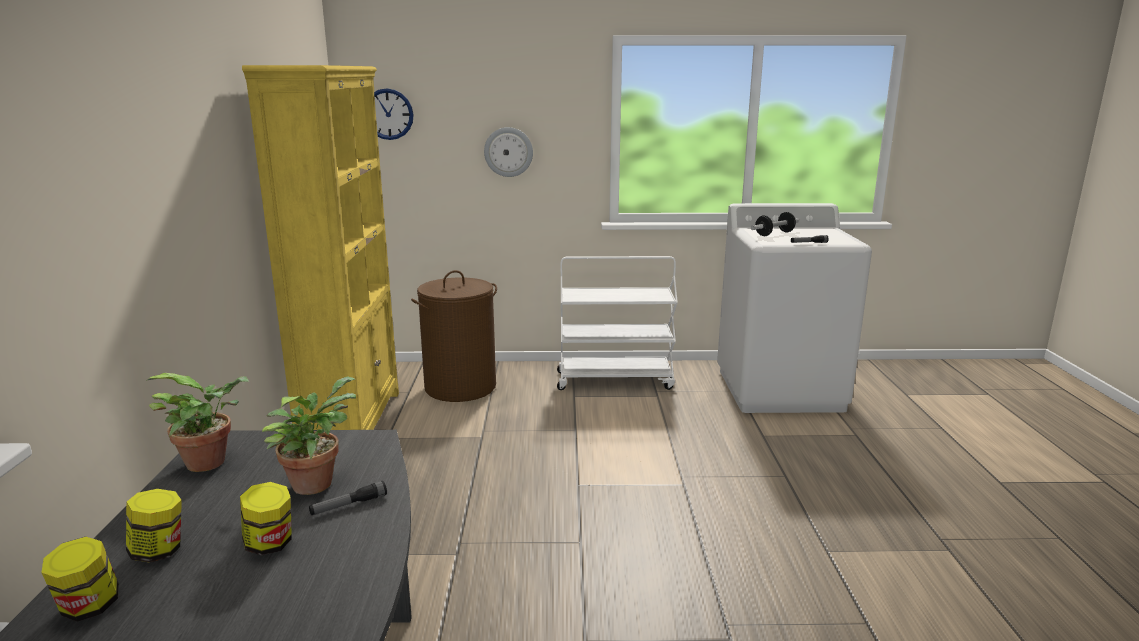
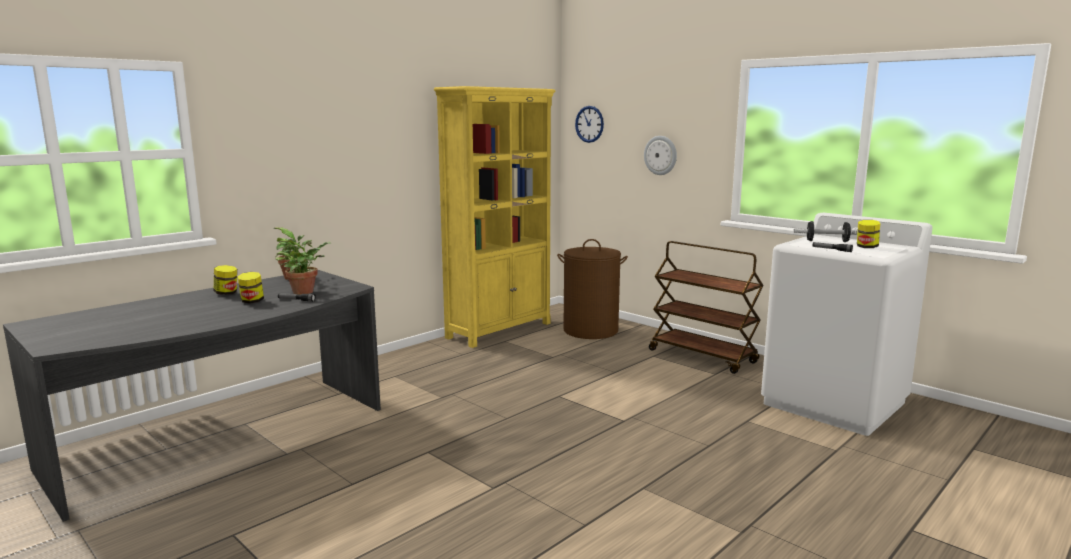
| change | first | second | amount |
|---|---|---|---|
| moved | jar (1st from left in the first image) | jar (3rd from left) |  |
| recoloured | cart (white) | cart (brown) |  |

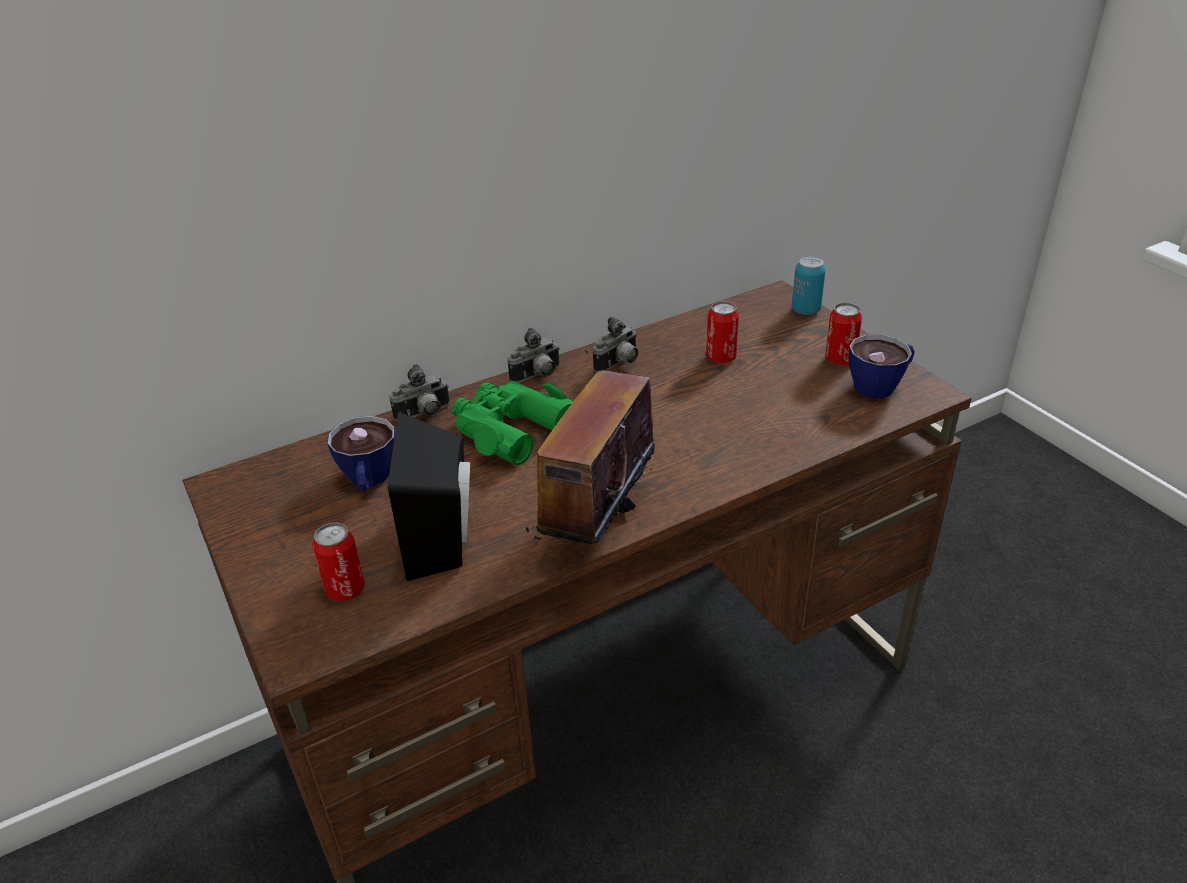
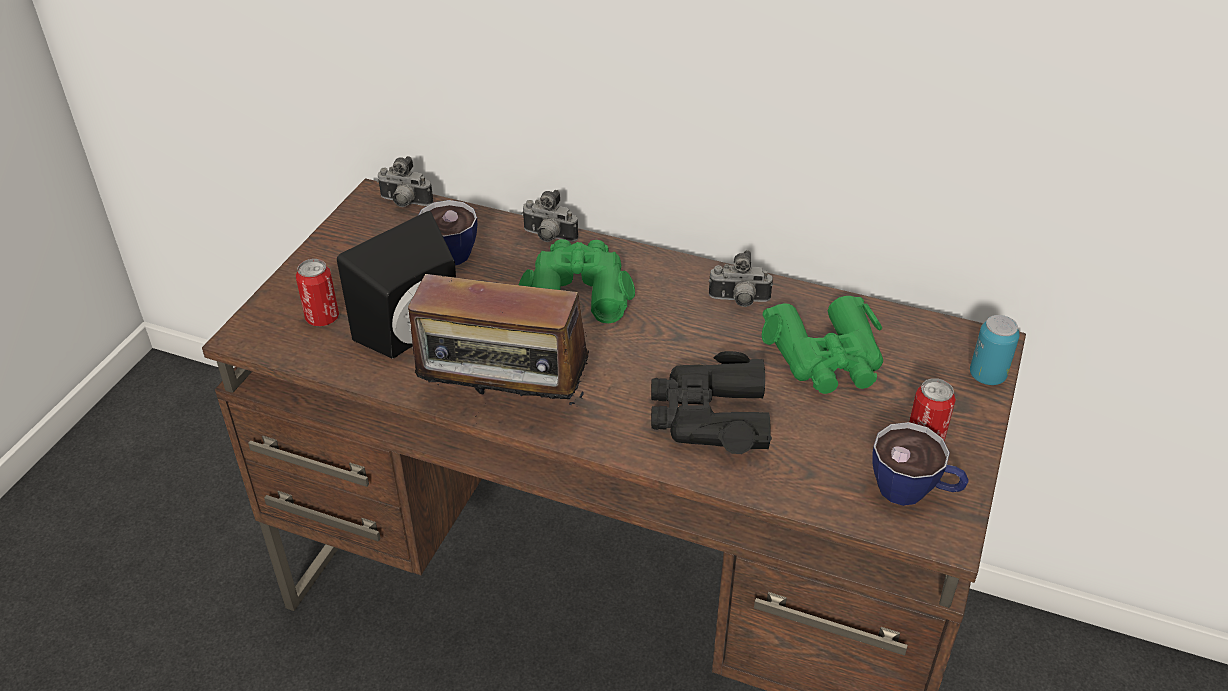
| change | first | second | amount |
|---|---|---|---|
| moved | photo camera (2nd from left in the first image) | photo camera (1st from left) |  |
| turned | radio |  | 150 degrees counterclockwise |
| replaced | can (2nd from left) | binoculars (green) (2nd from left) |  |
| added |  | binoculars (black) |  |

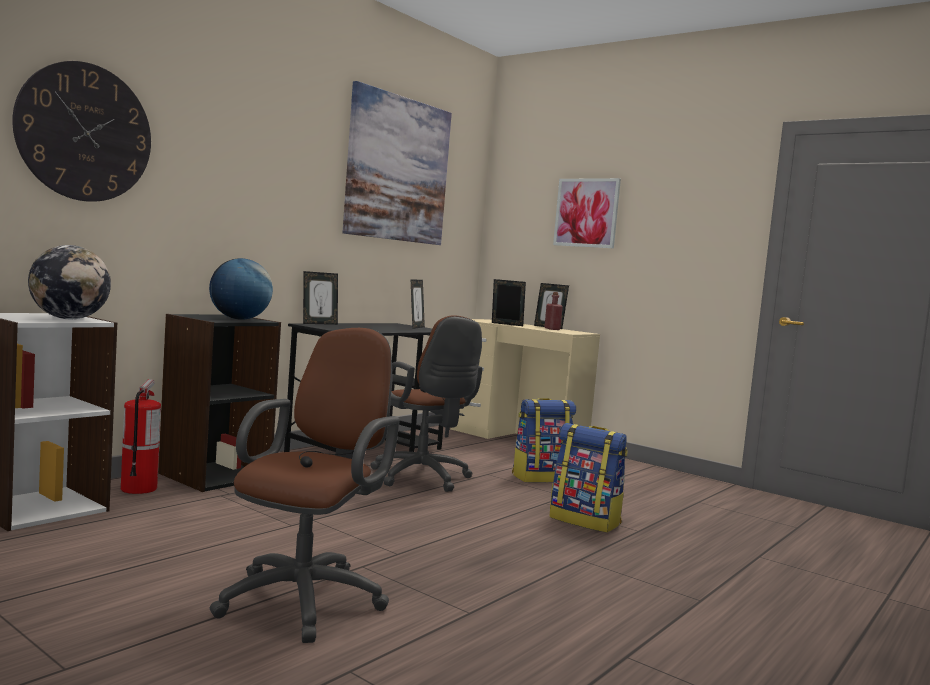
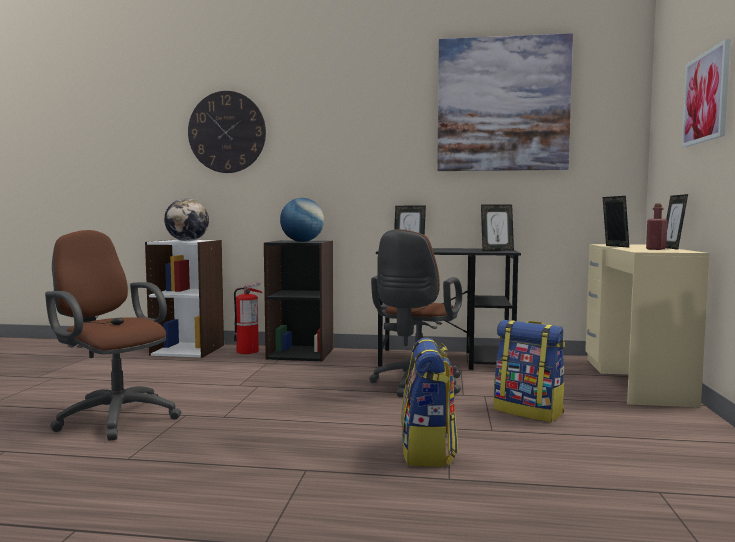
| change | first | second | amount |
|---|---|---|---|
| turned | office chair (brown) (1st from left) |  | 135 degrees counterclockwise |

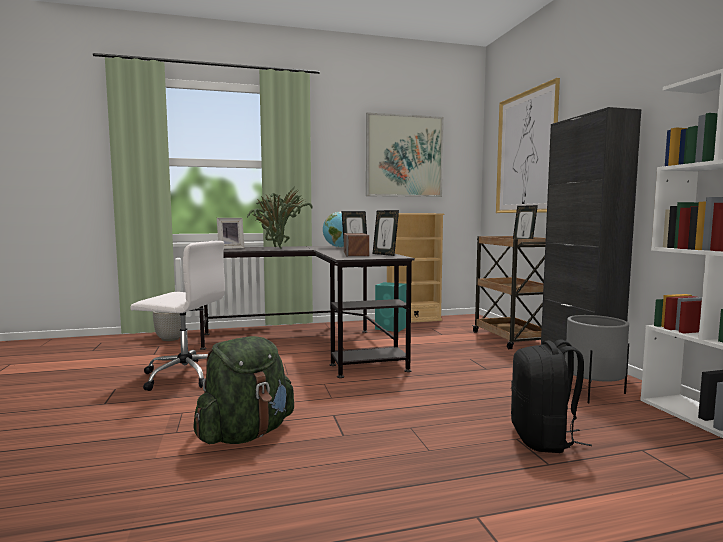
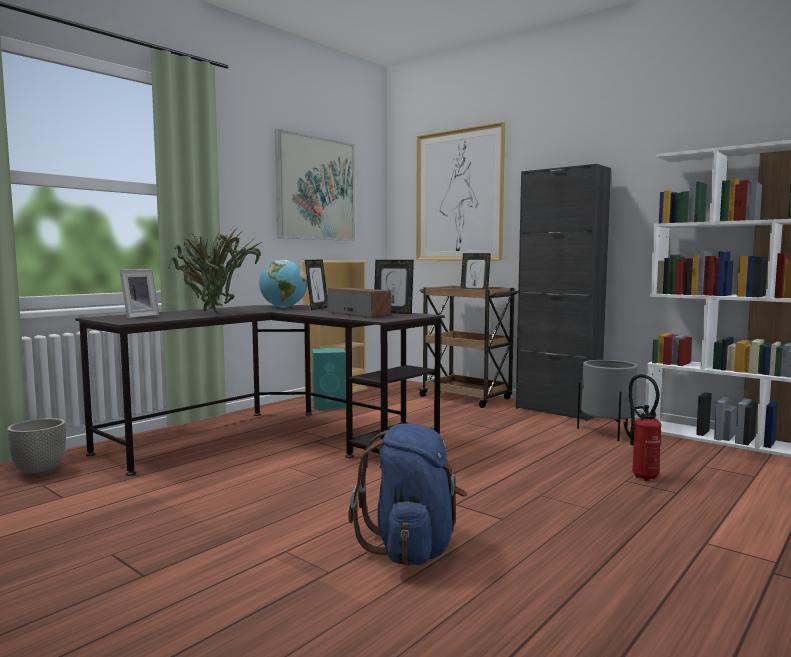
| change | first | second | amount |
|---|---|---|---|
| removed | office chair (white) |  |  |
| recoloured | backpack (green) | backpack (blue) |  |
| replaced | backpack (black) | fire extinguisher |  |

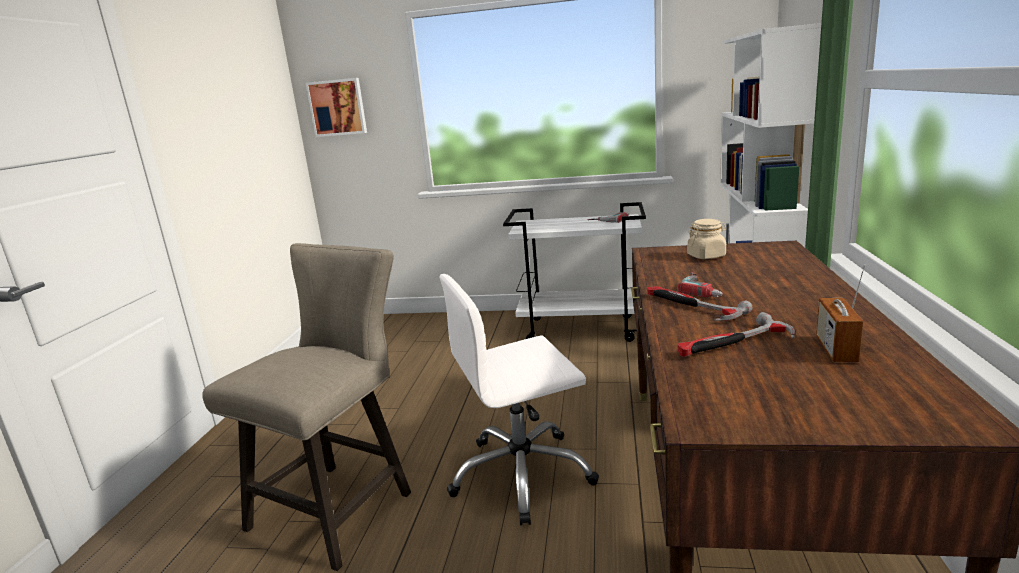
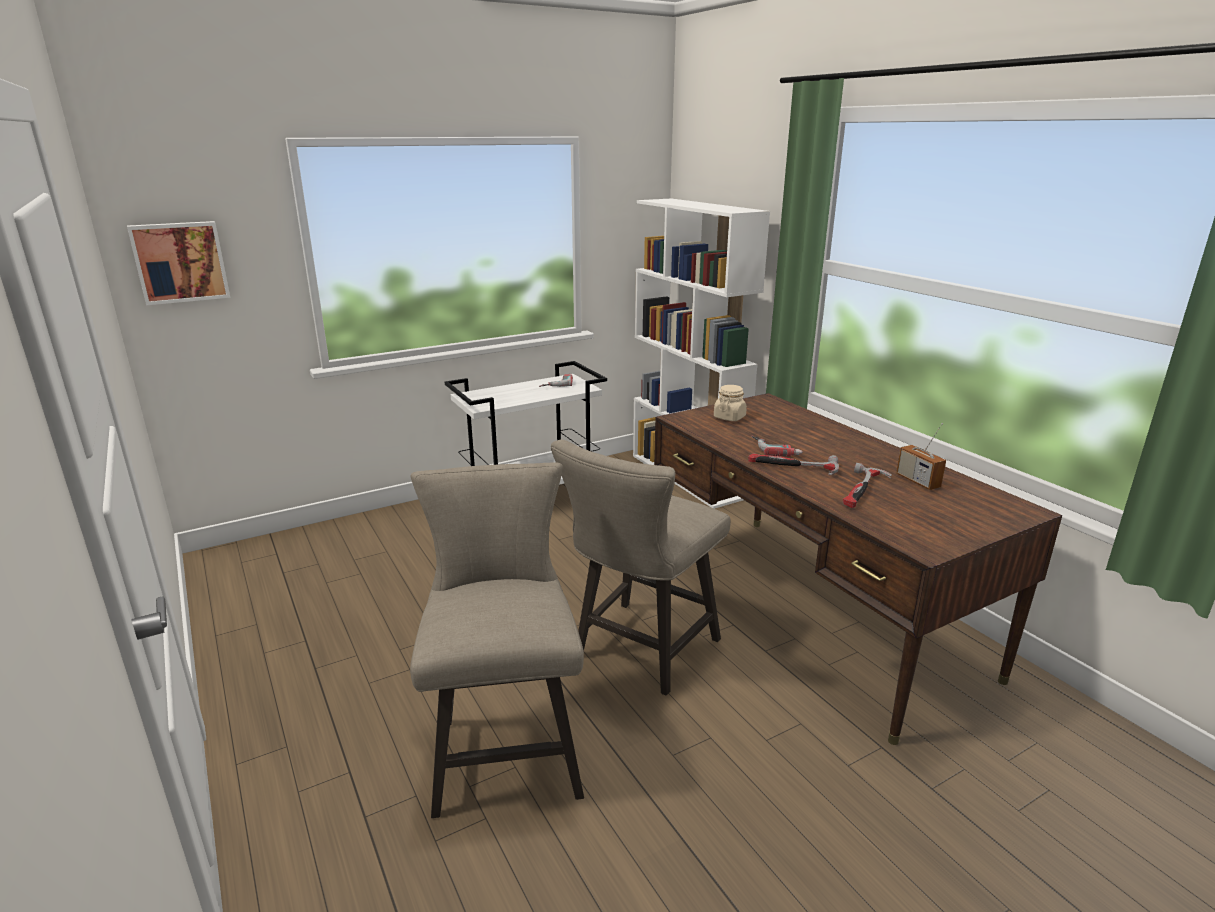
| change | first | second | amount |
|---|---|---|---|
| replaced | office chair (white) | stool (beige) (2nd from left) |  |

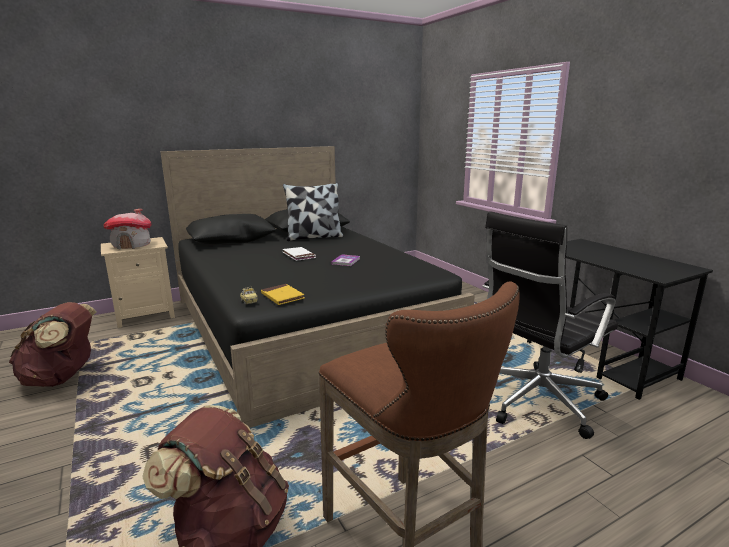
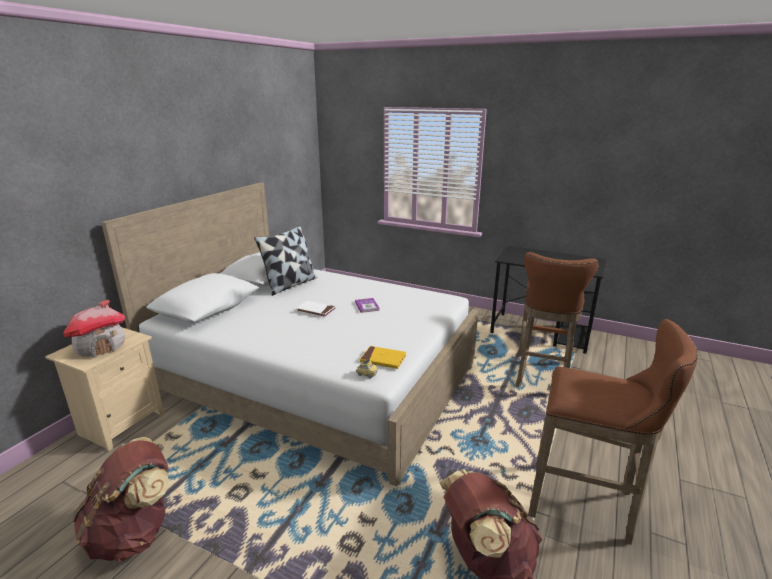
| change | first | second | amount |
|---|---|---|---|
| recoloured | bed (black) | bed (white) |  |
| replaced | office chair (black) | stool (brown) (1st from left) |  |

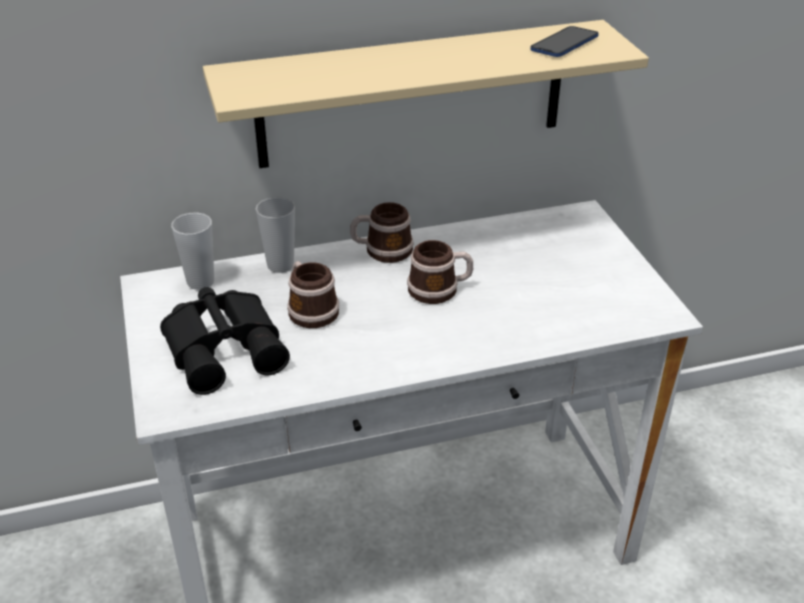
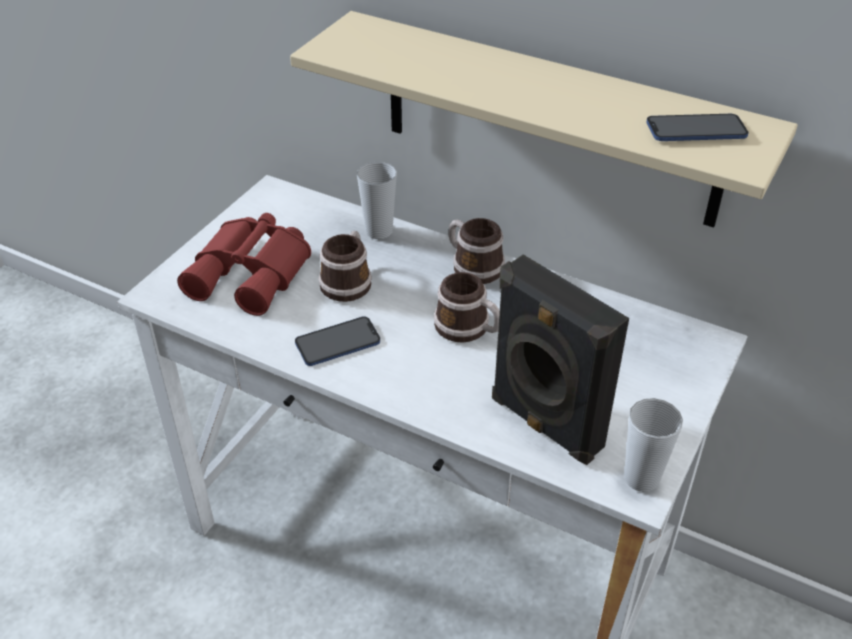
| change | first | second | amount |
|---|---|---|---|
| recoloured | binoculars (black) | binoculars (red) |  |
| moved | cup (1st from left in the first image) | cup (2nd from left) |  |
| added |  | phone (1st from left) |  |
| added |  | speaker (black) |  |

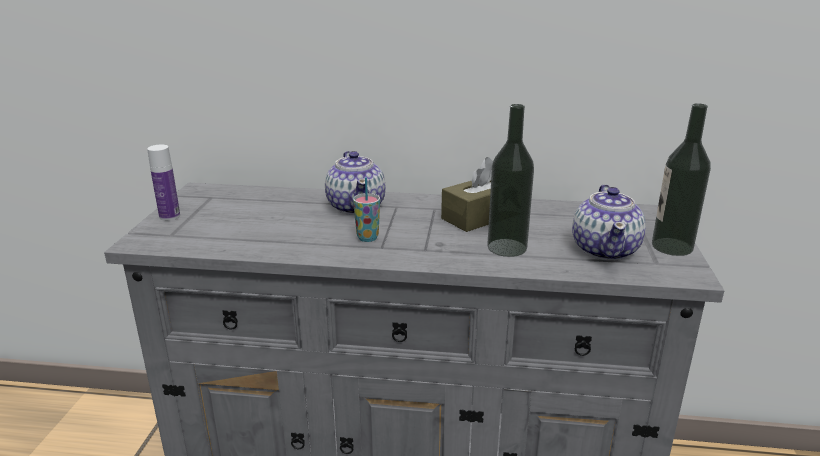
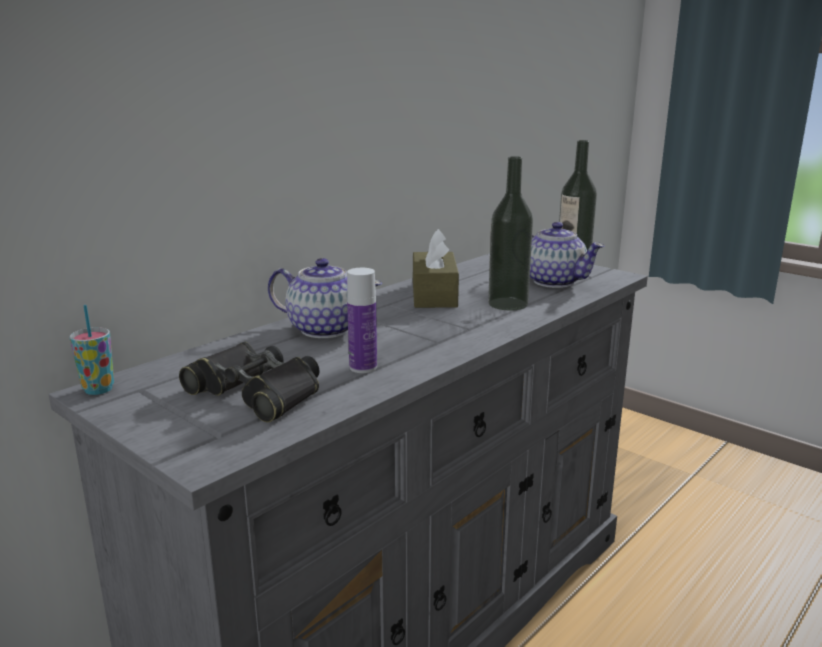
| change | first | second | amount |
|---|---|---|---|
| moved | bottle (1st from left) |  |  |
| moved | cup |  |  |
| added |  | binoculars (black) |  |

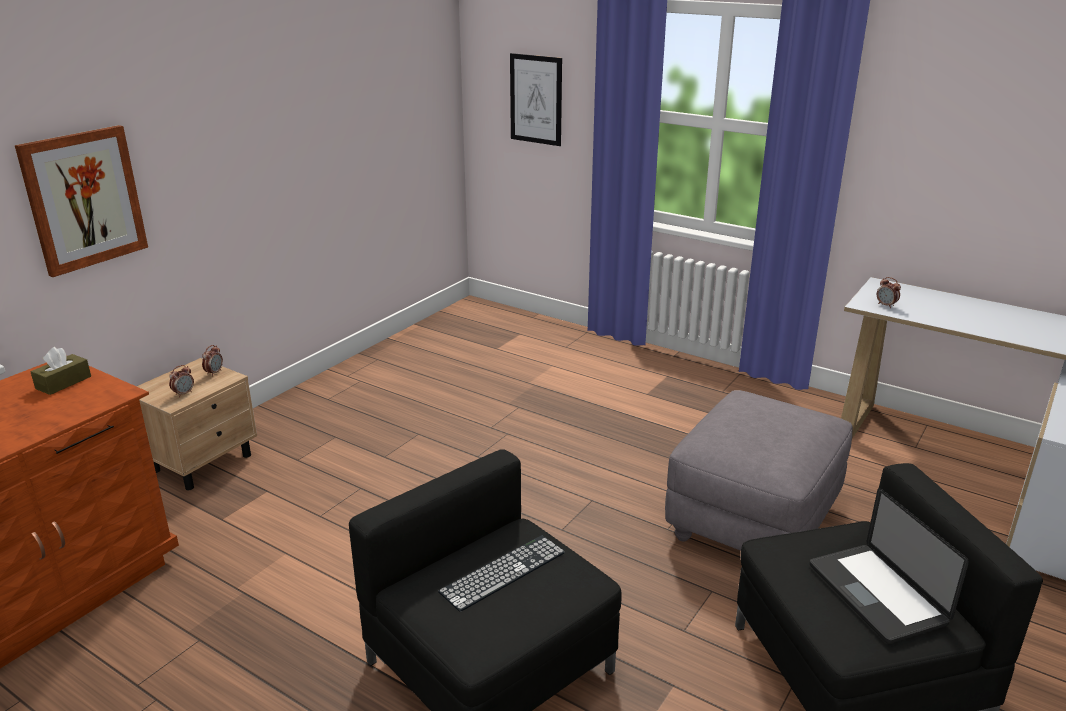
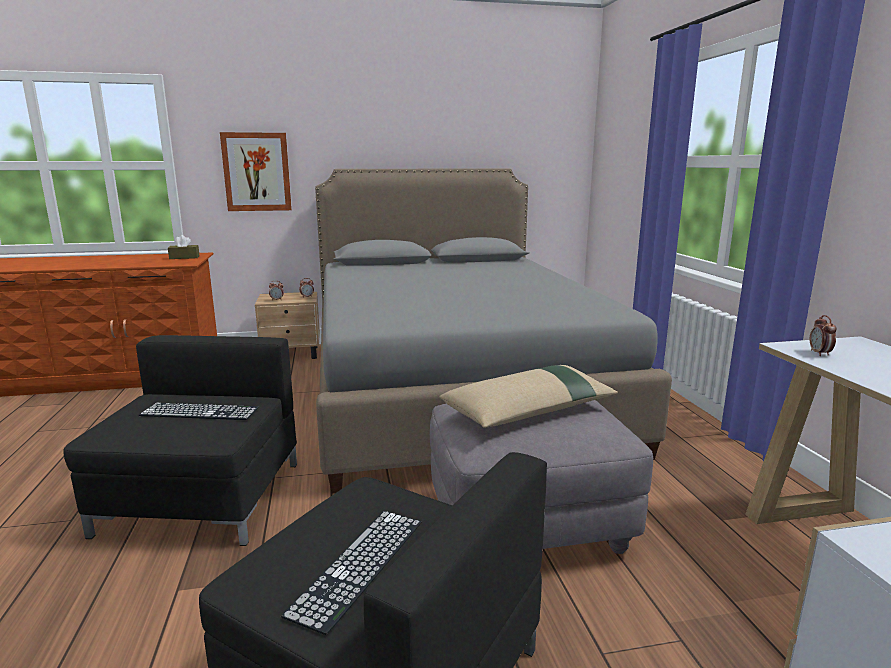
| change | first | second | amount |
|---|---|---|---|
| removed | picture (2nd from left) |  |  |
| replaced | laptop | keyboard (2nd from left) |  |
| added |  | bed (grey) |  |
| added |  | pillow (beige) |  |

